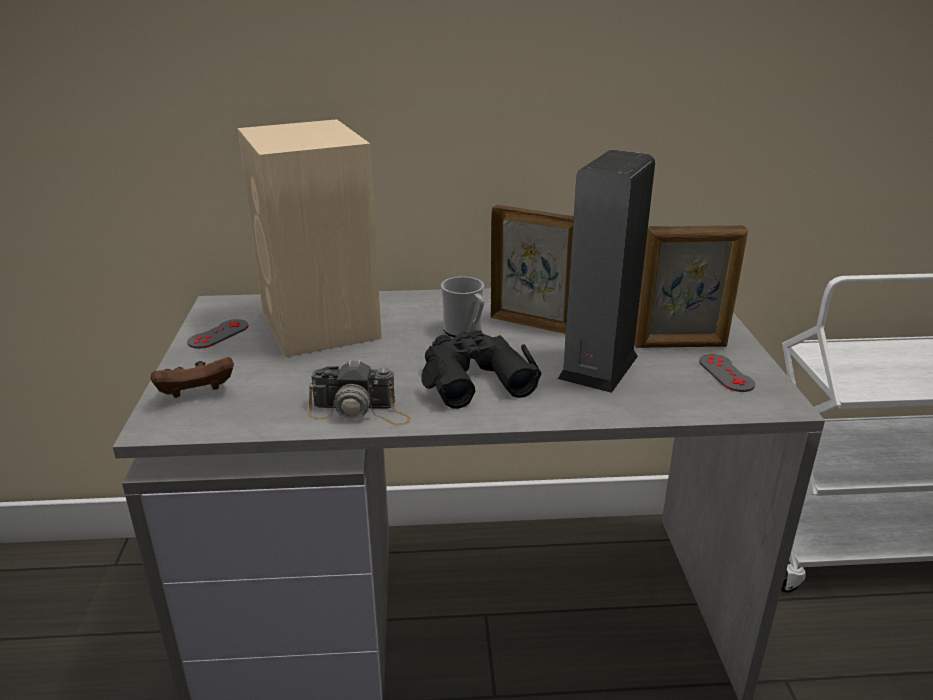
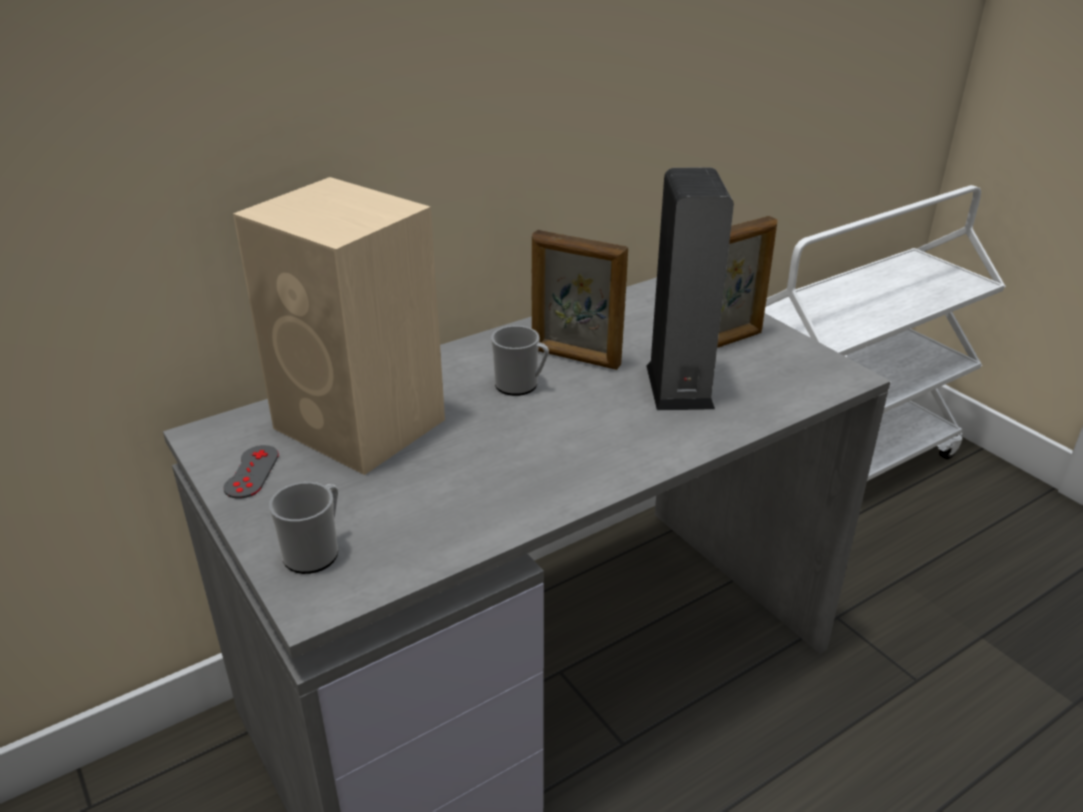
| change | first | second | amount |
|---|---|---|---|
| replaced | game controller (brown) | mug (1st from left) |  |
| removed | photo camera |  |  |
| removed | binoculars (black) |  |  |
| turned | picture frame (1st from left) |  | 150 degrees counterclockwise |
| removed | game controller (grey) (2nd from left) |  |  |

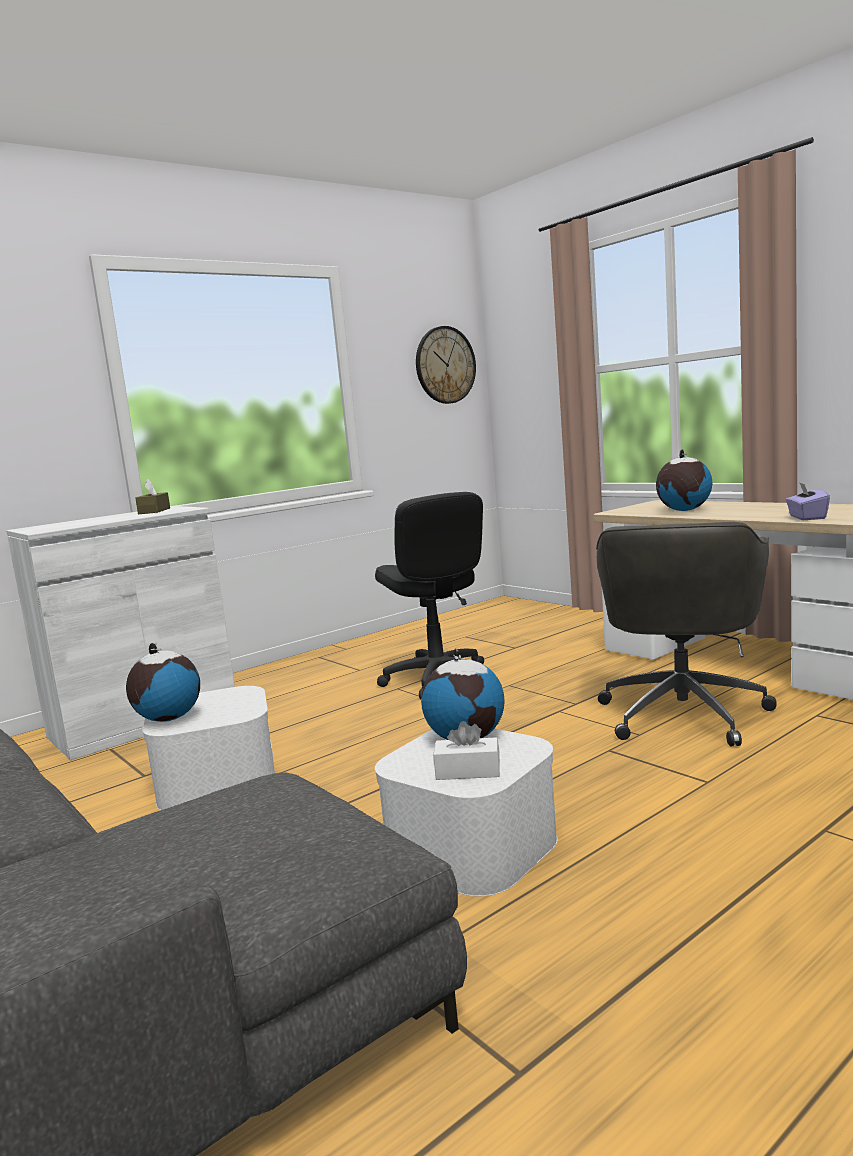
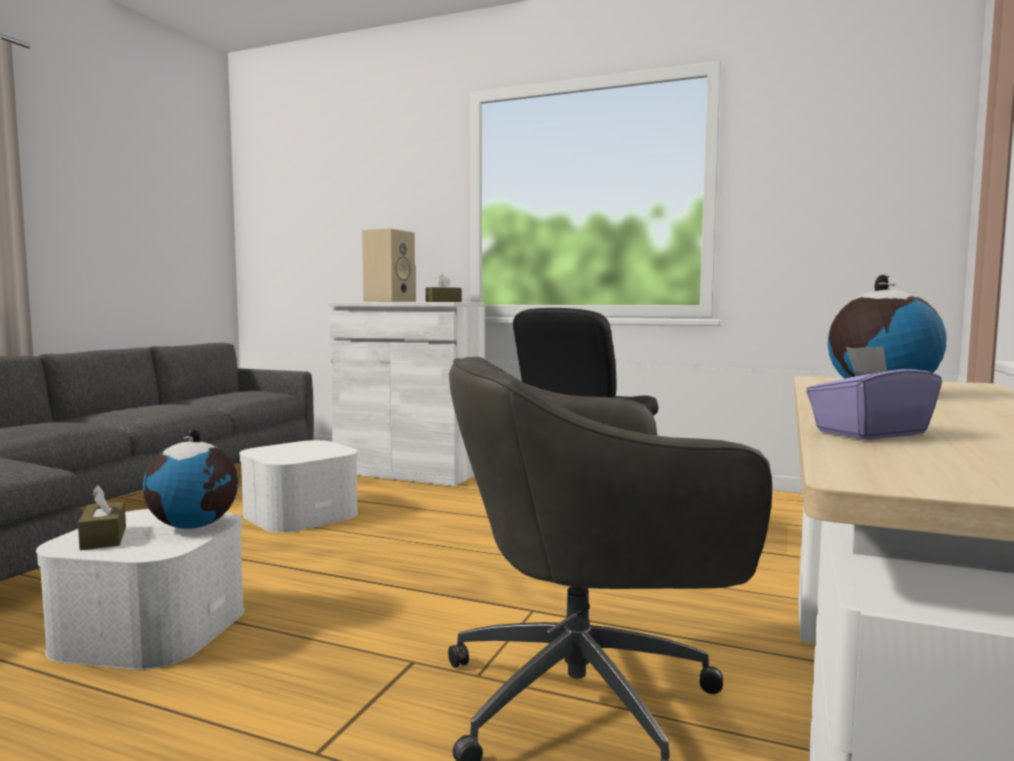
| change | first | second | amount |
|---|---|---|---|
| removed | globe (1st from left) |  |  |
| removed | wall clock |  |  |
| recoloured | tissue box (white) | tissue box (brown) (1st from left) |  |
| added |  | speaker (beige) |  |

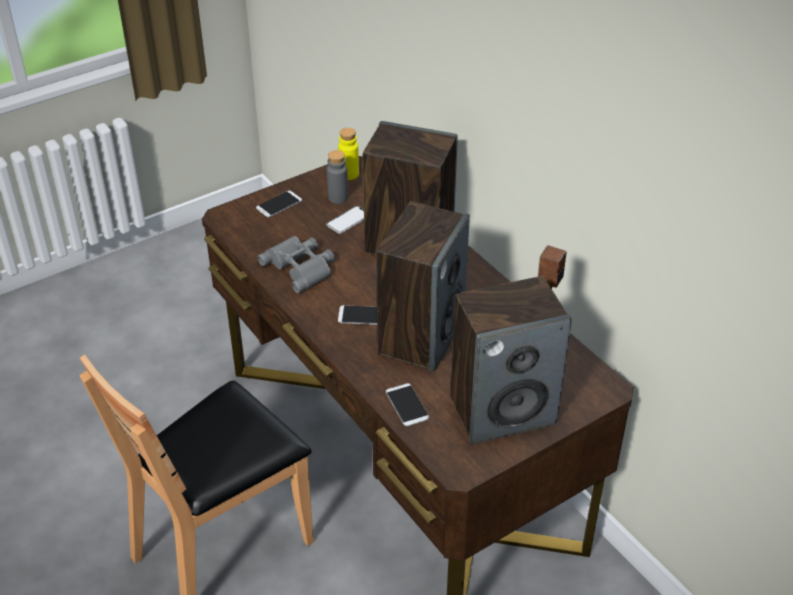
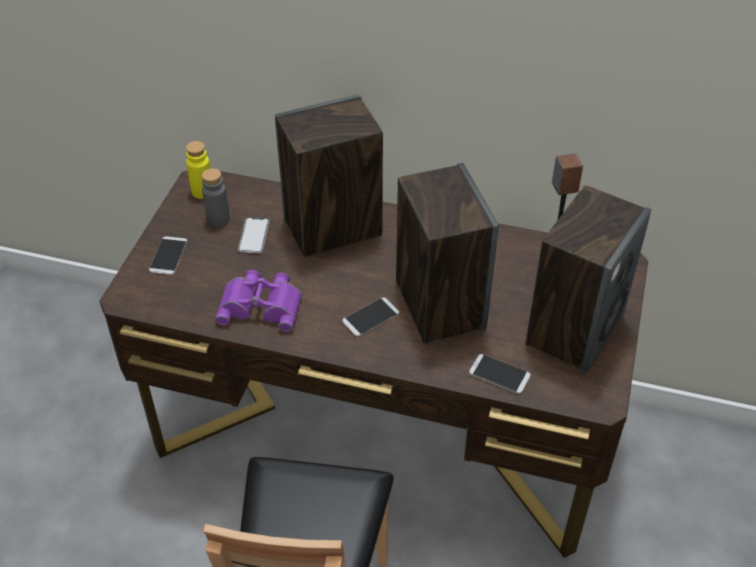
| change | first | second | amount |
|---|---|---|---|
| recoloured | binoculars (grey) | binoculars (purple) |  |

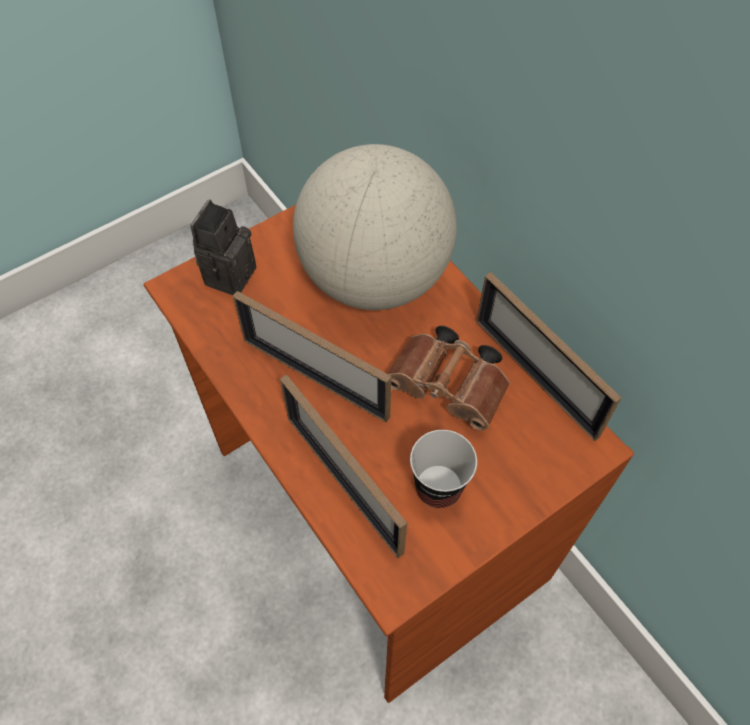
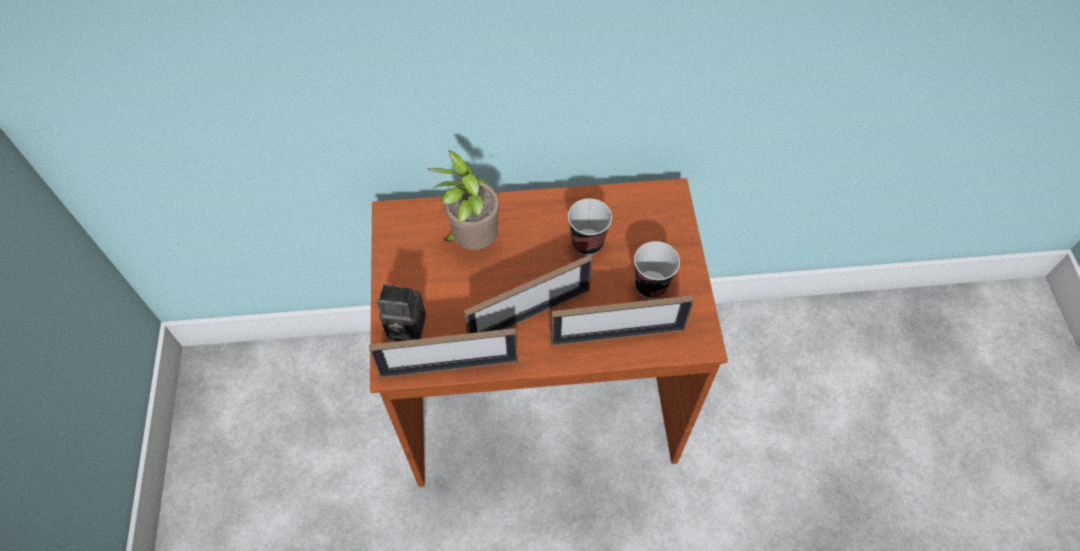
| change | first | second | amount |
|---|---|---|---|
| turned | photo camera |  | 45 degrees counterclockwise |
| replaced | globe | potted plant |  |
| replaced | binoculars (brown) | cup (1st from left) |  |
| moved | picture frame (3rd from left in the first image) | picture frame (1st from left) |  |

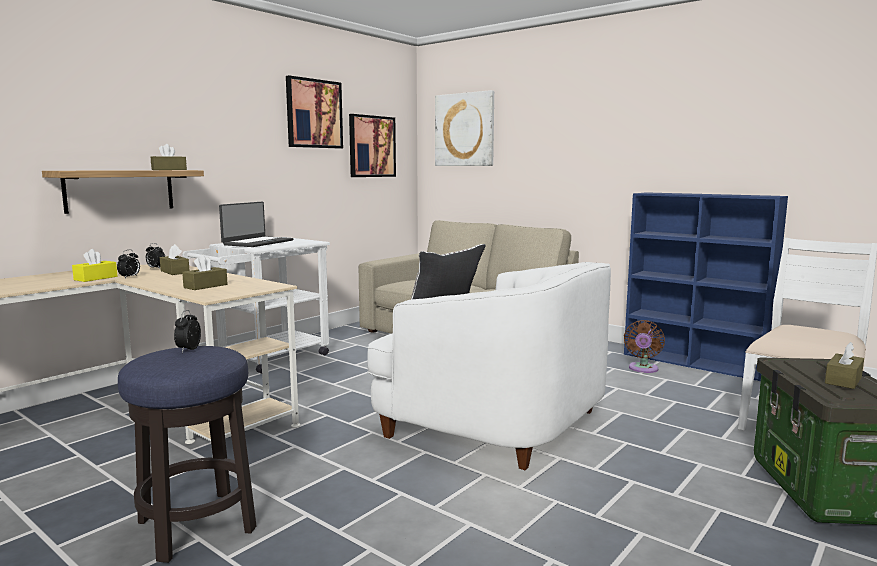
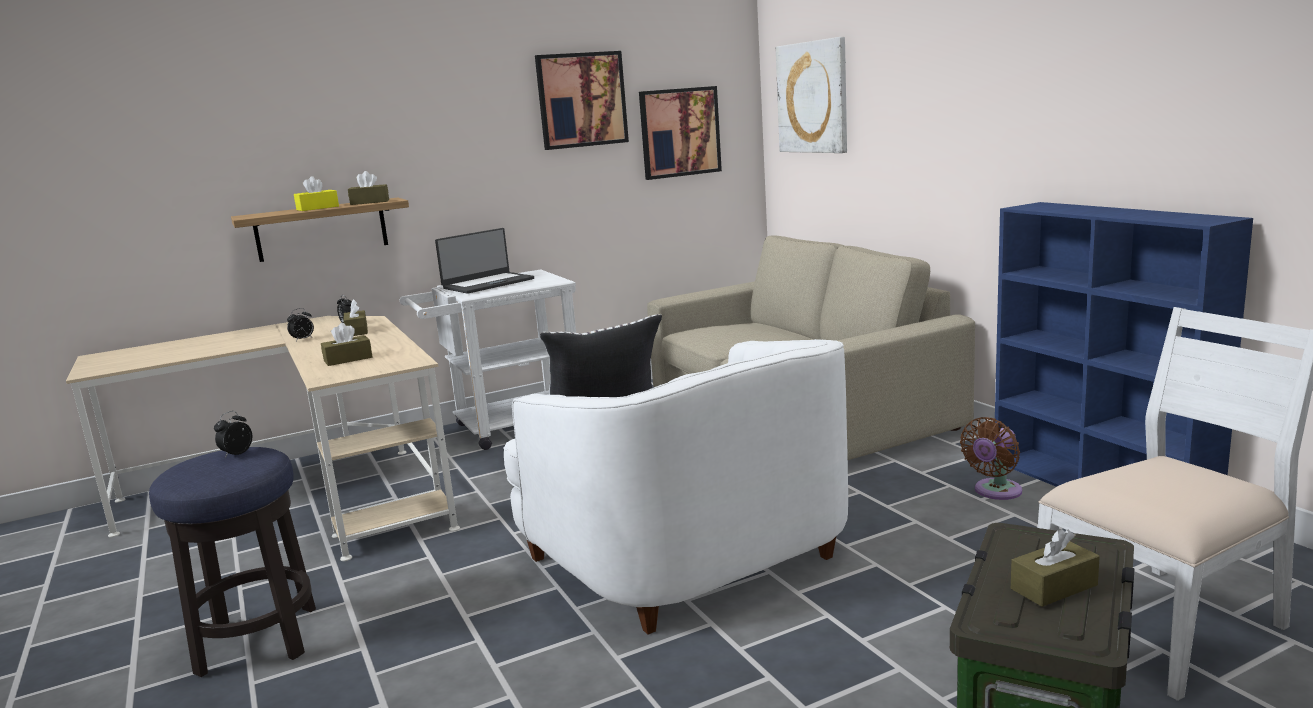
| change | first | second | amount |
|---|---|---|---|
| moved | tissue box (yellow) |  |  |

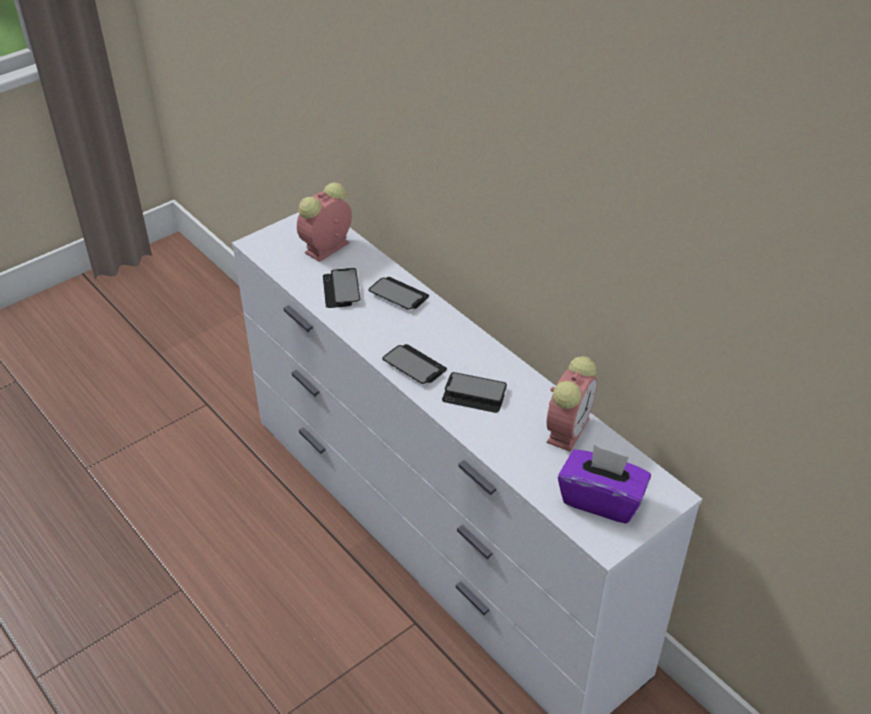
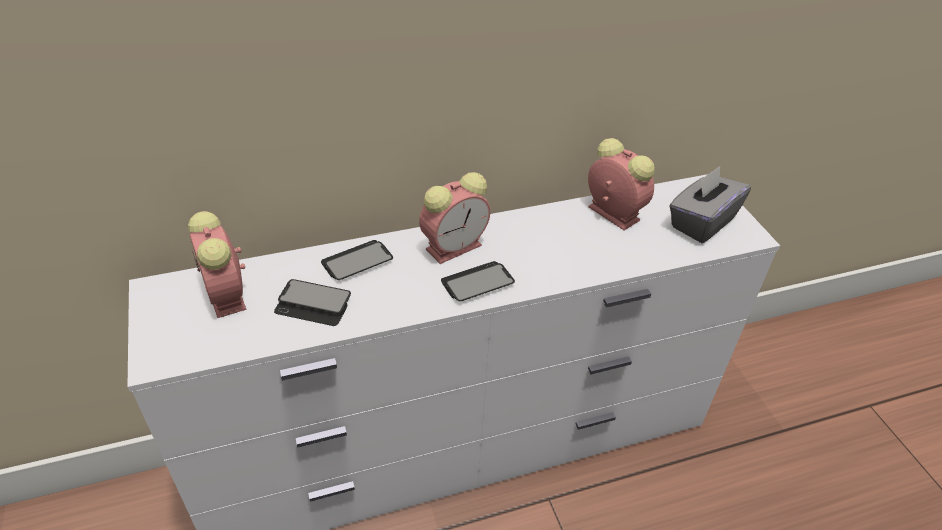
| change | first | second | amount |
|---|---|---|---|
| removed | phone (4th from left) |  |  |
| recoloured | tissue box (purple) | tissue box (grey) |  |
| added |  | alarm clock (2nd from left) |  |

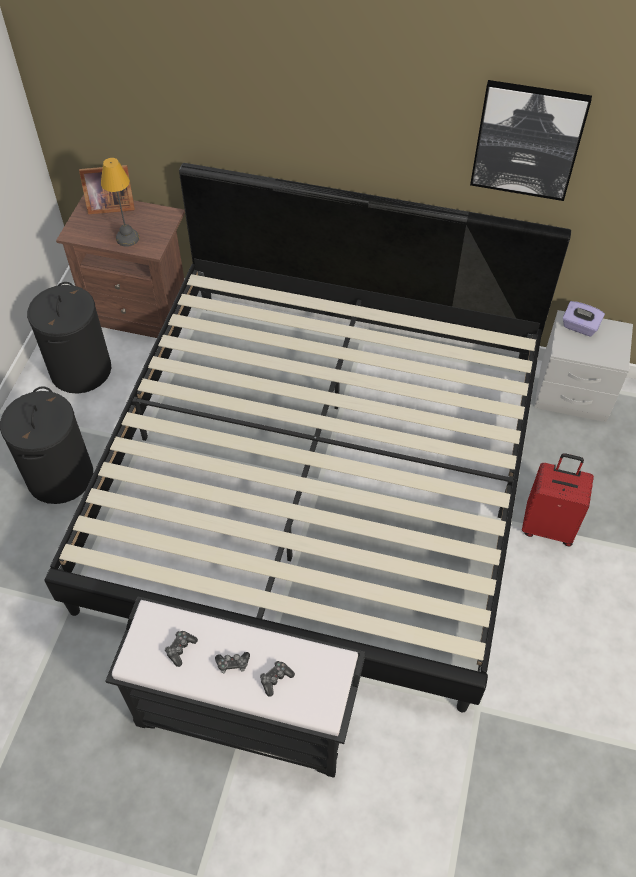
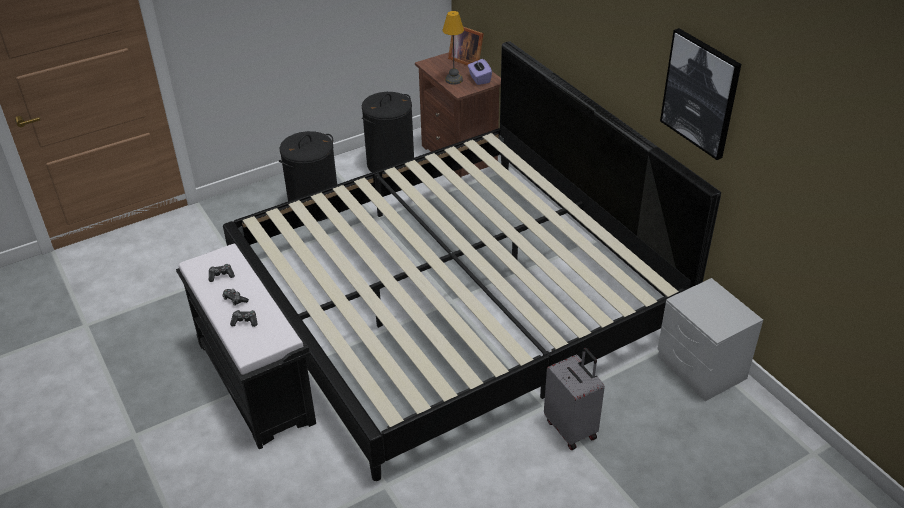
| change | first | second | amount |
|---|---|---|---|
| recoloured | suitcase (red) | suitcase (grey) |  |
| moved | tissue box (purple) |  |  |

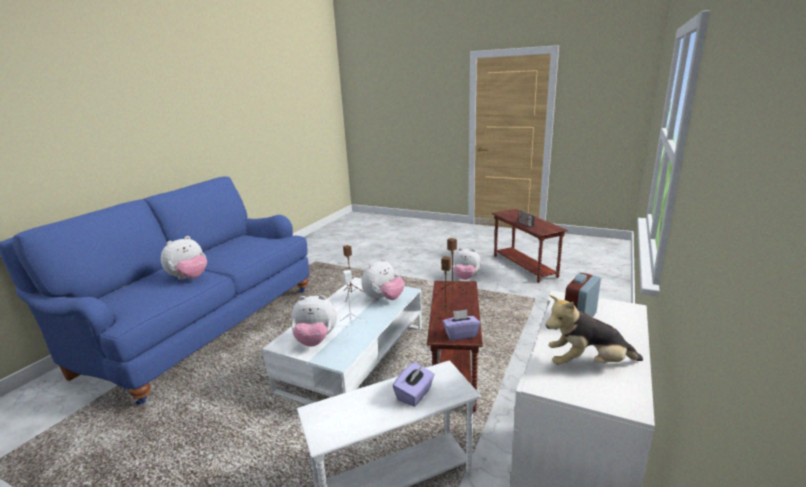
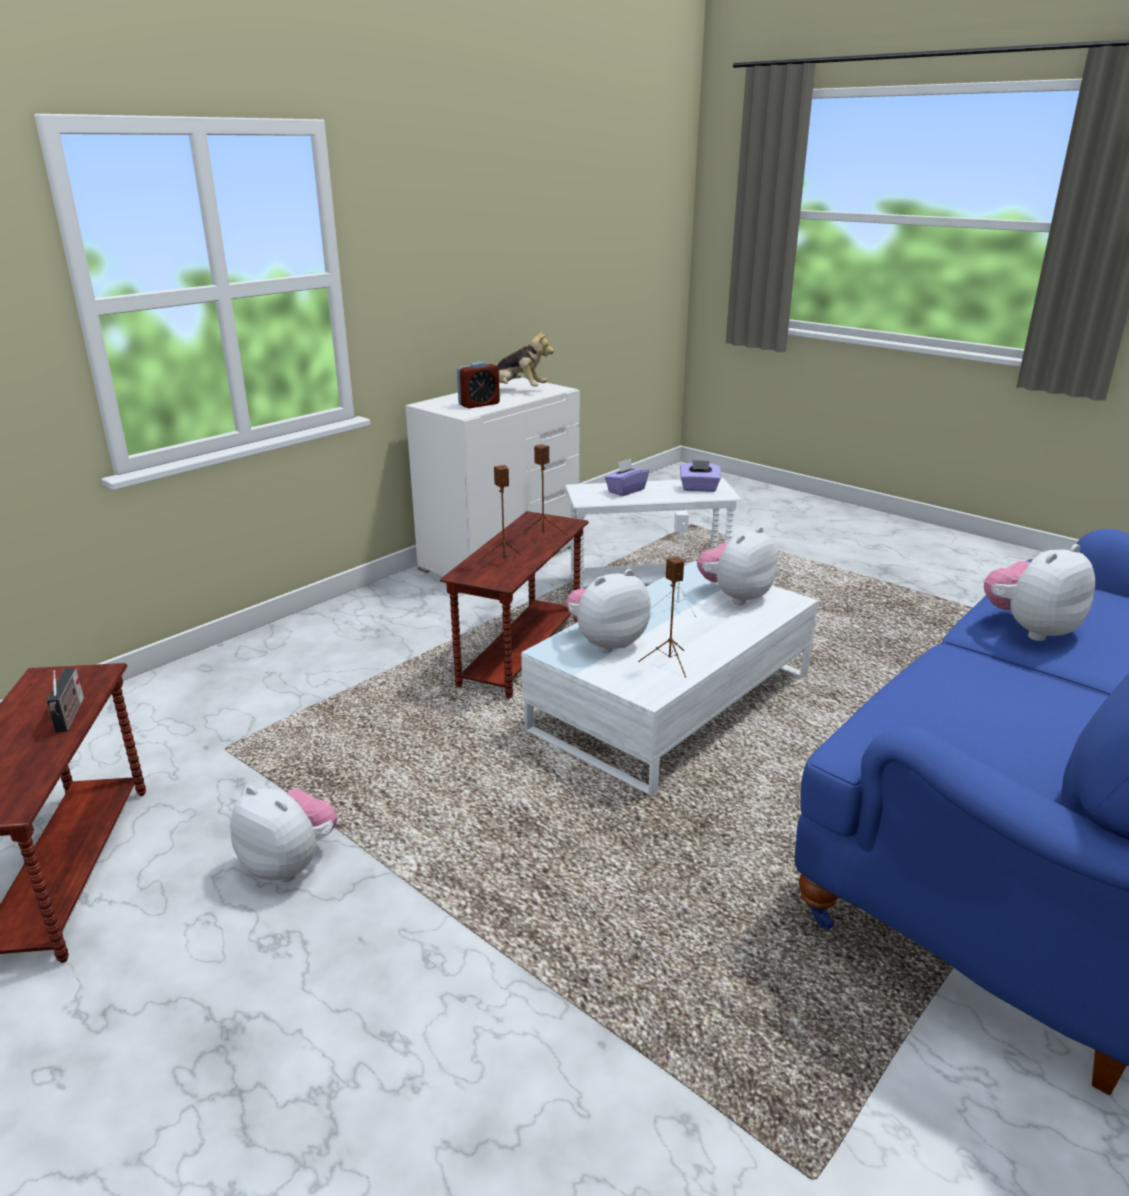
| change | first | second | amount |
|---|---|---|---|
| turned | plush toy (2nd from left in the first image) | plush toy (4th from left) | 60 degrees counterclockwise |
| moved | tissue box (purple) (2nd from left) |  |  |

